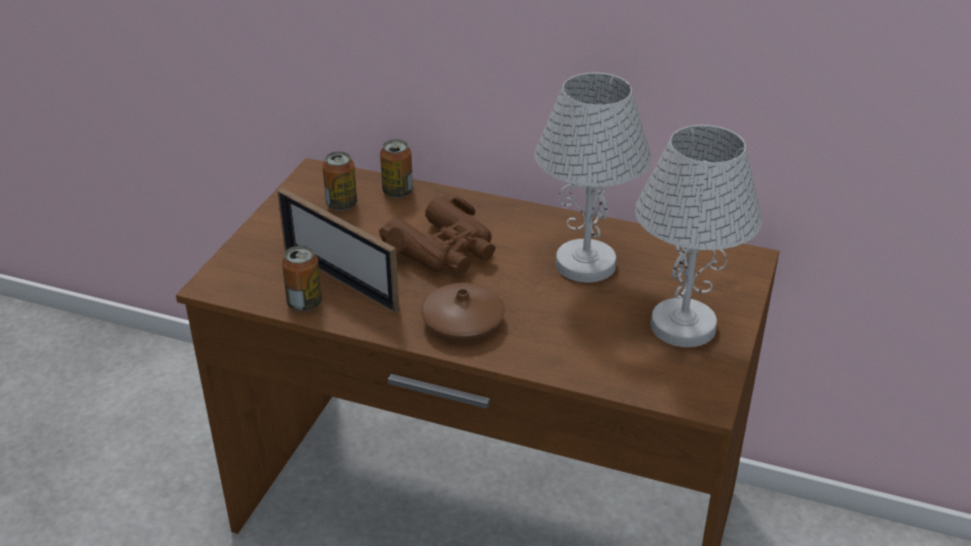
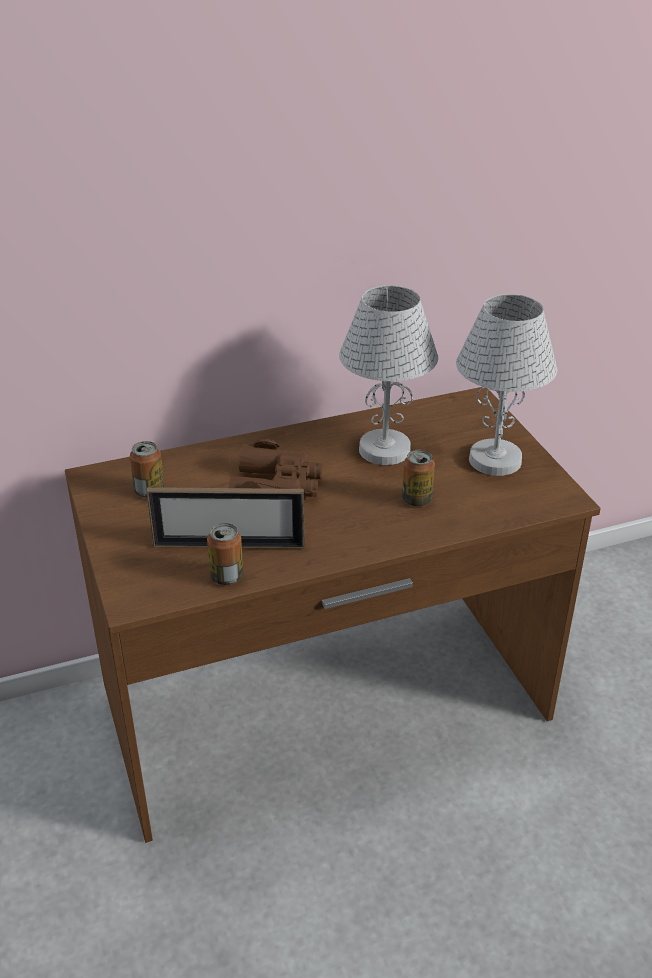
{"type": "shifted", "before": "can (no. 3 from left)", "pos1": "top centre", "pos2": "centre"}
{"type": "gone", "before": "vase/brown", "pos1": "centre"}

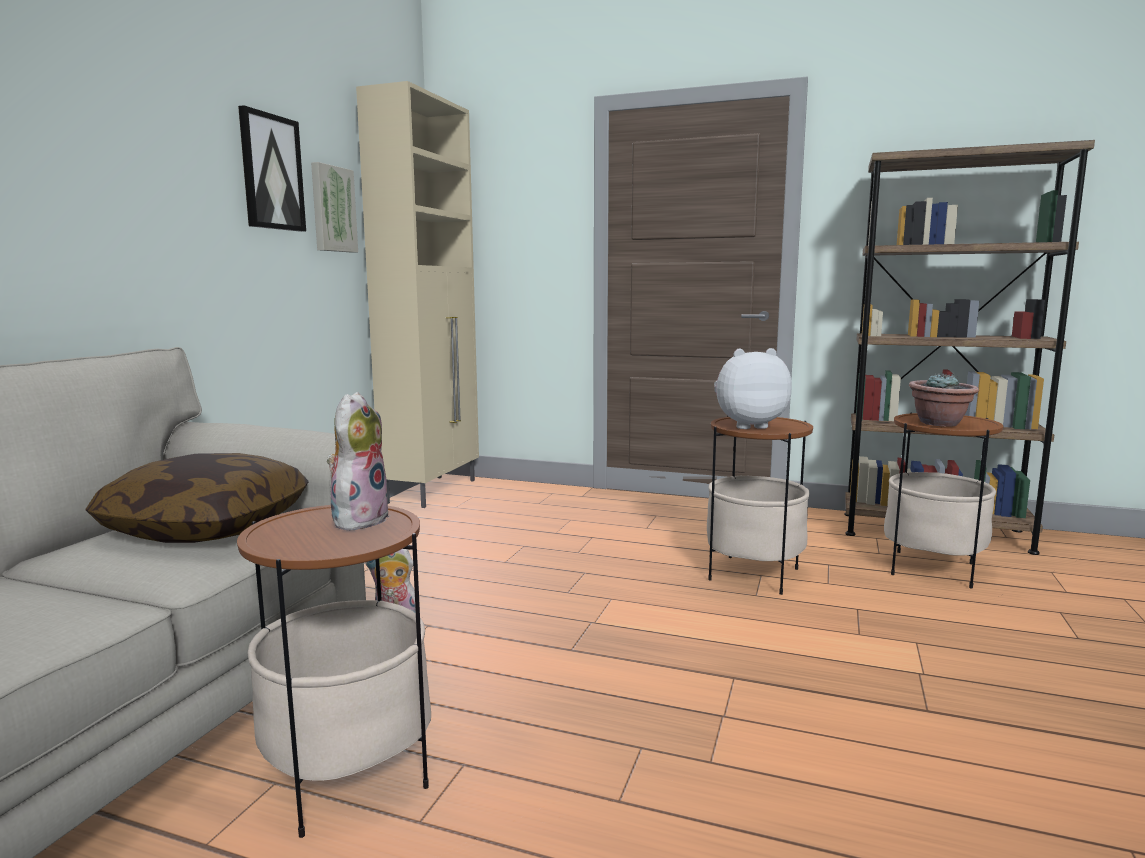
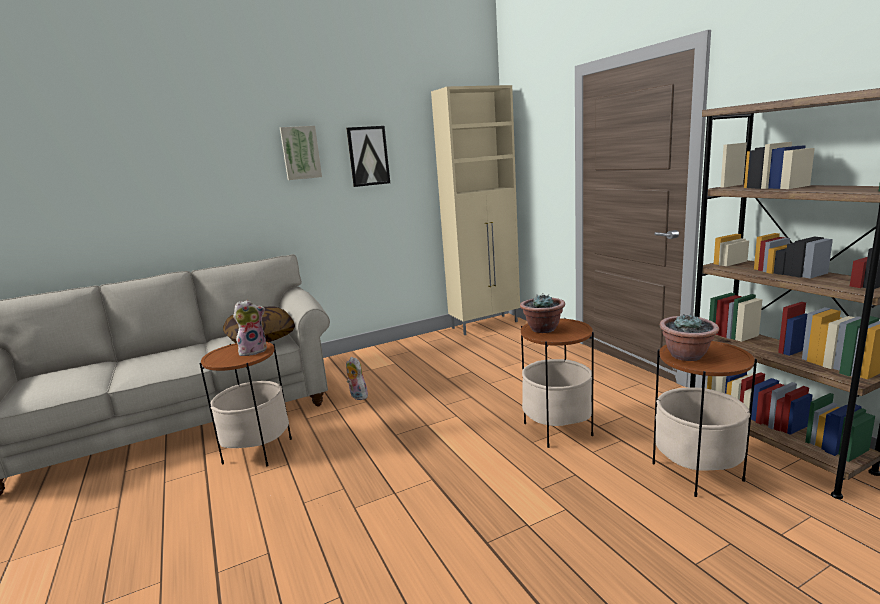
{"type": "shifted", "before": "picture (no. 2 from left in the first image)", "after": "picture (no. 1 from left)", "pos1": "top left", "pos2": "top centre"}
{"type": "swapped", "before": "plush toy (no. 3 from left)", "after": "potted plant (no. 1 from left)", "pos1": "centre", "pos2": "centre"}

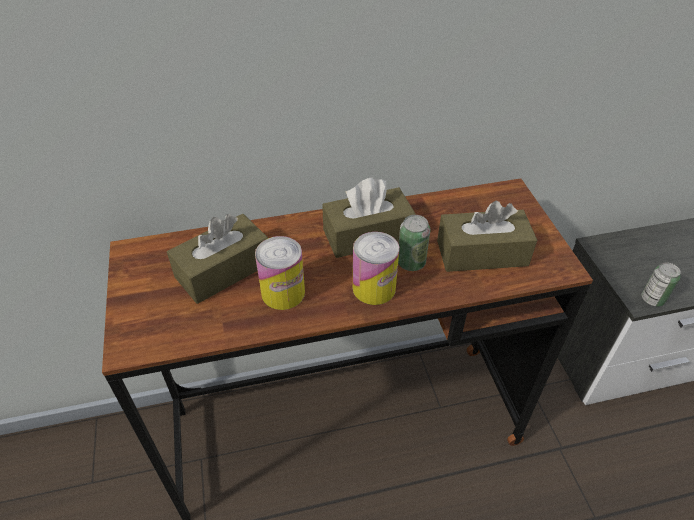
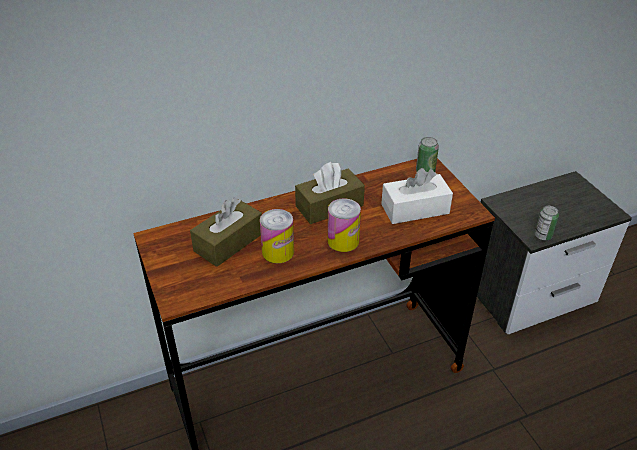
{"type": "repainted", "before": "tissue box/brown (no. 3 from left)", "after": "tissue box/white", "pos1": "middle right", "pos2": "centre"}
{"type": "shifted", "before": "can (no. 3 from left)", "pos1": "centre", "pos2": "middle right"}

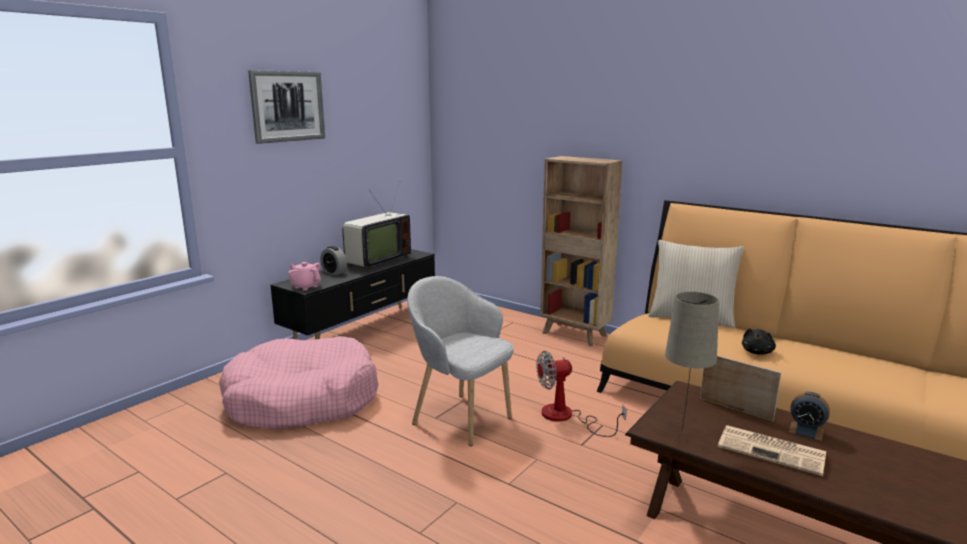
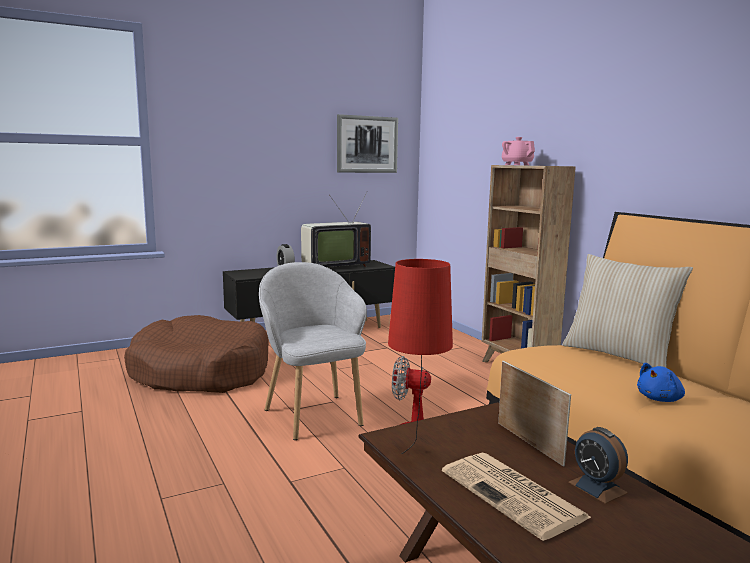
{"type": "shifted", "before": "picture", "pos1": "top left", "pos2": "top centre"}
{"type": "shifted", "before": "teapot/pink", "pos1": "middle left", "pos2": "top right"}
{"type": "repainted", "before": "table lamp/beige", "after": "table lamp/red", "pos1": "bottom right", "pos2": "centre"}
{"type": "repainted", "before": "plush toy/black", "after": "plush toy/blue", "pos1": "middle right", "pos2": "bottom right"}
{"type": "repainted", "before": "dog bed/pink", "after": "dog bed/brown", "pos1": "bottom left", "pos2": "middle left"}

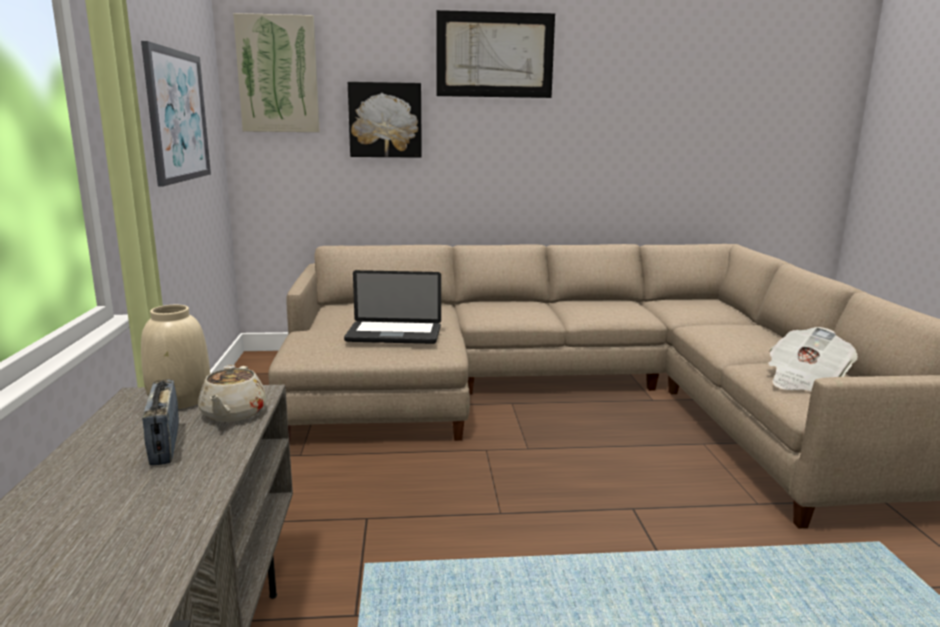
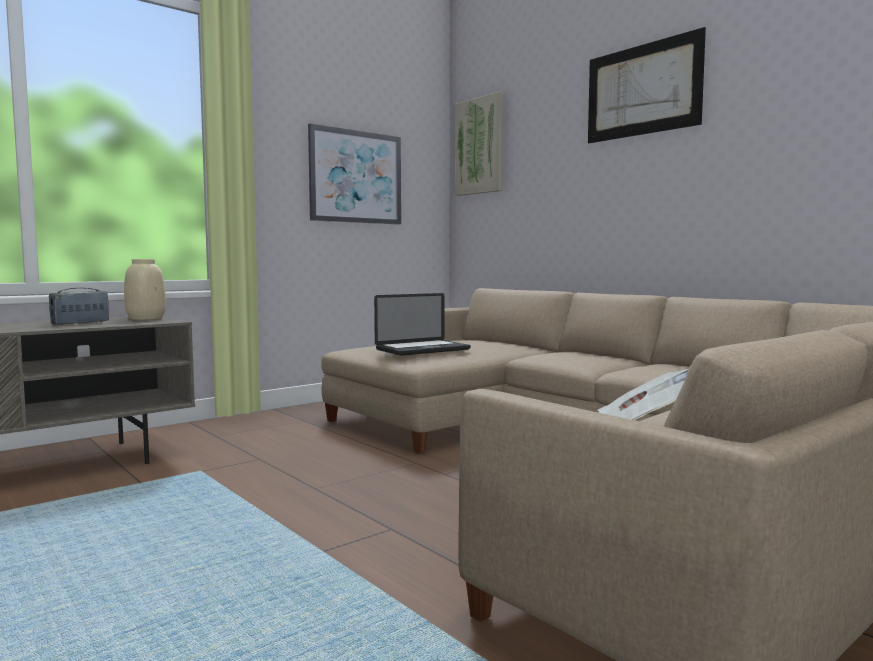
{"type": "gone", "before": "picture (no. 3 from left)", "pos1": "top centre"}
{"type": "rotated", "before": "laptop", "pos1": "centre", "pos2": "centre", "turn": -90}
{"type": "gone", "before": "teapot/beige", "pos1": "middle left"}

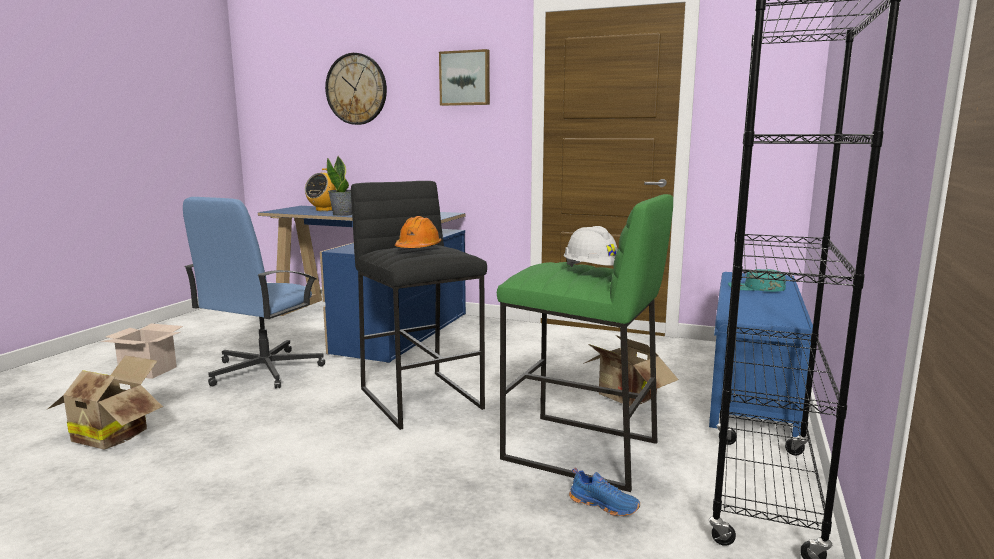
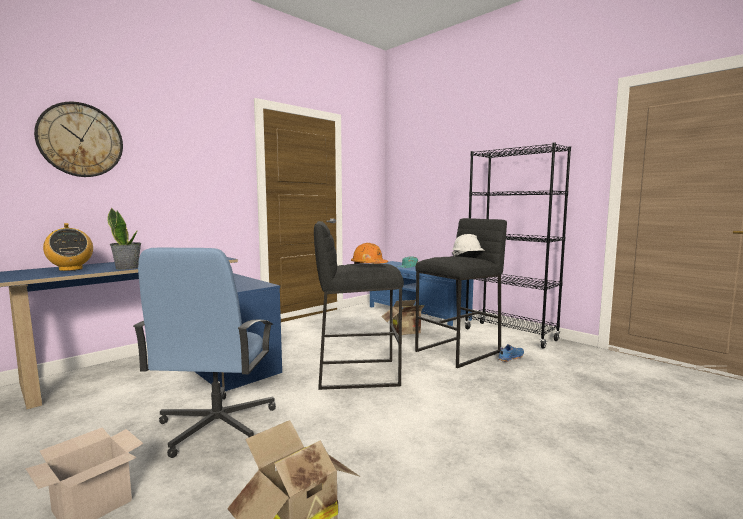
{"type": "gone", "before": "picture", "pos1": "top centre"}
{"type": "repainted", "before": "stool/green", "after": "stool/black (no. 2 from left)", "pos1": "centre", "pos2": "centre"}
{"type": "rotated", "before": "office chair/blue", "pos1": "middle left", "pos2": "bottom left", "turn": 45}

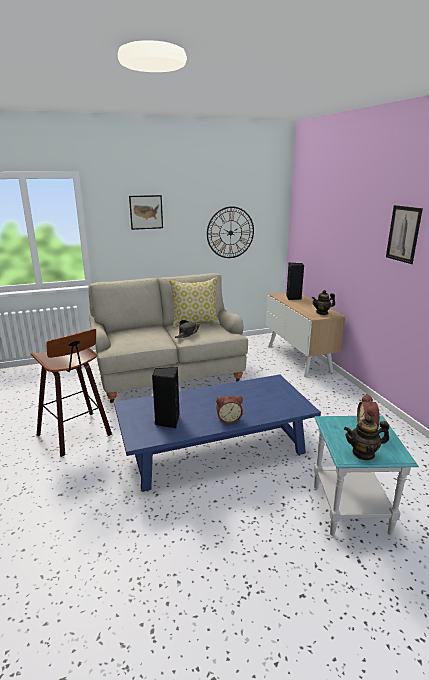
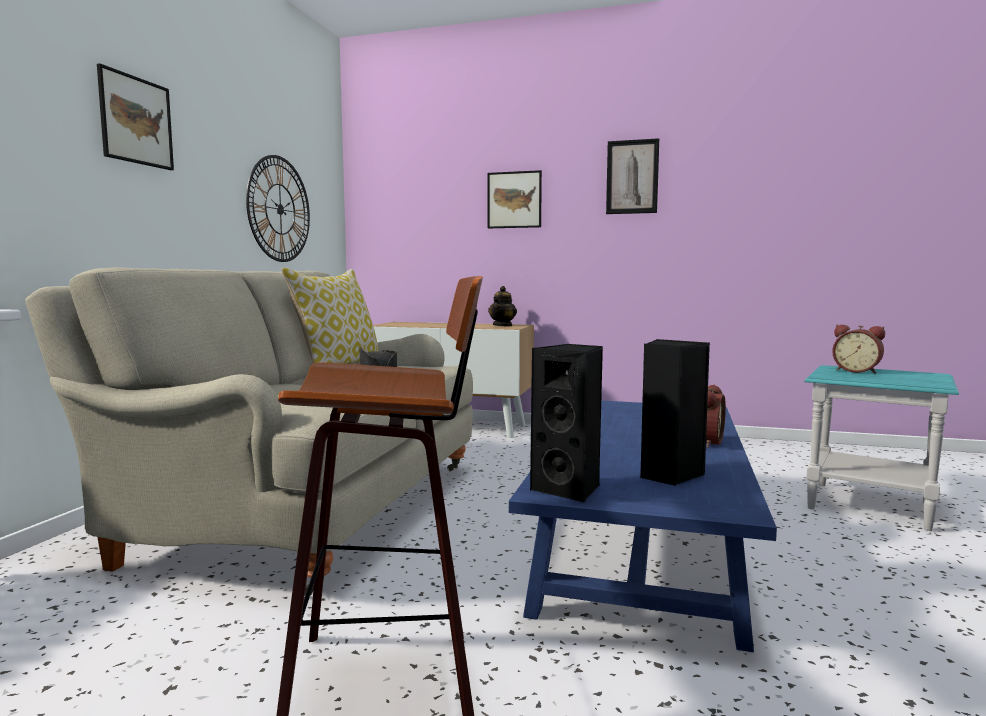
{"type": "shifted", "before": "speaker/black (no. 2 from left in the first image)", "after": "speaker/black (no. 1 from left)", "pos1": "middle right", "pos2": "centre"}
{"type": "gone", "before": "teapot (no. 2 from left)", "pos1": "middle right"}
{"type": "new", "after": "picture (no. 2 from left)", "pos2": "top centre"}

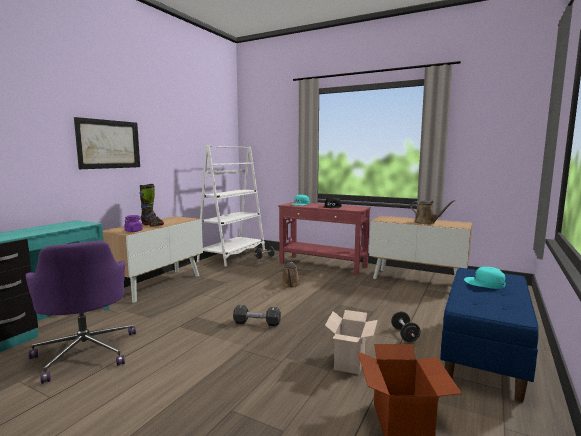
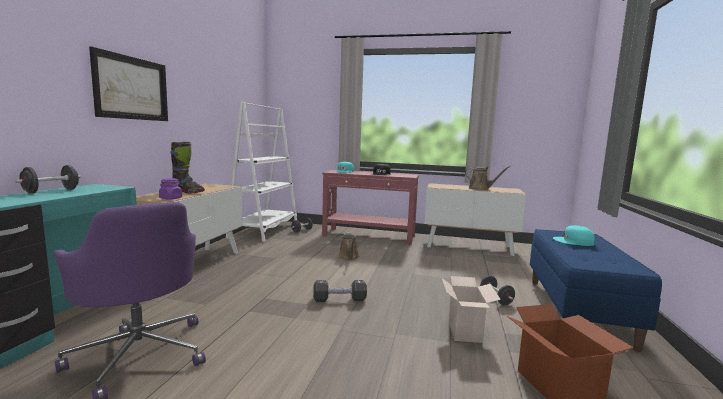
{"type": "new", "after": "dumbbell/black (no. 1 from left)", "pos2": "middle left"}

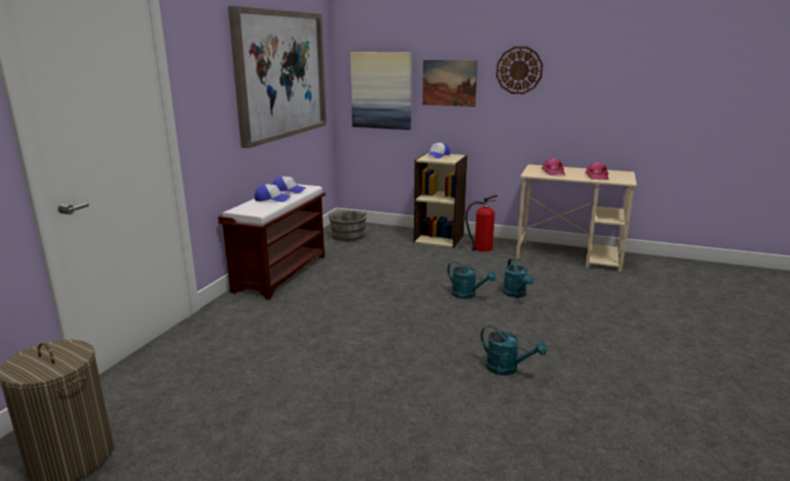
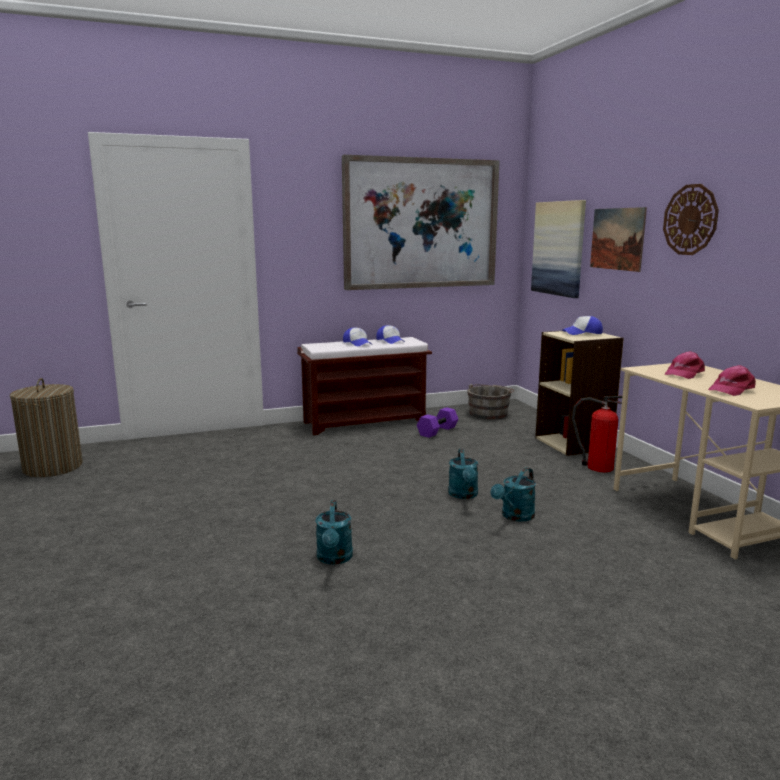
{"type": "new", "after": "dumbbell/purple", "pos2": "centre"}

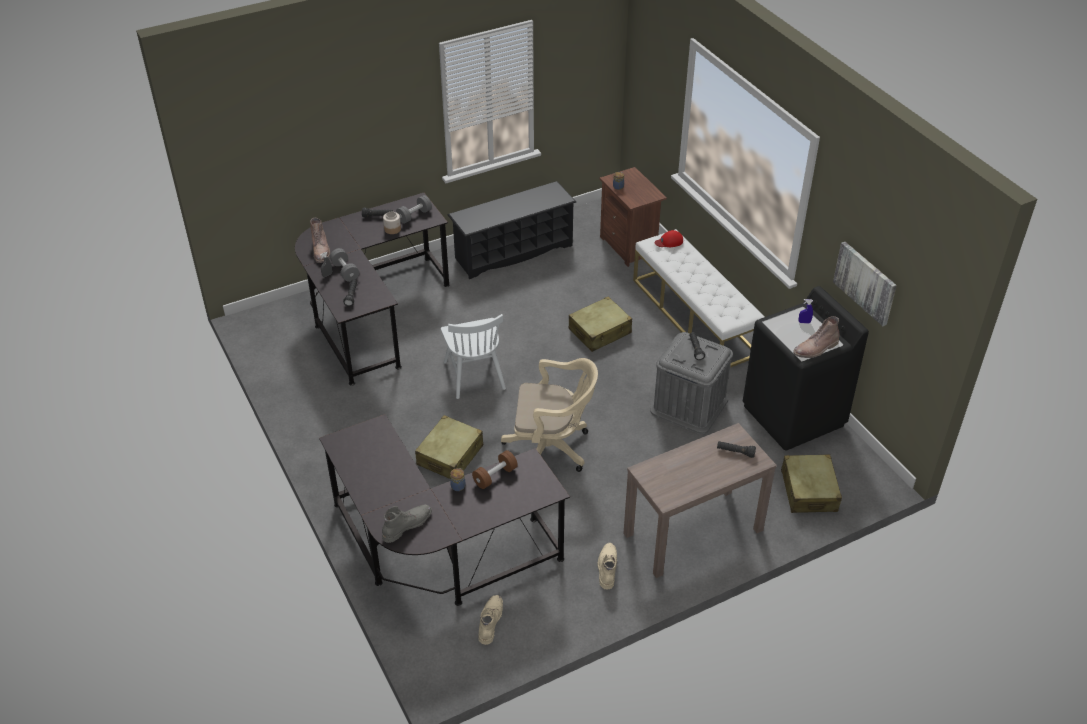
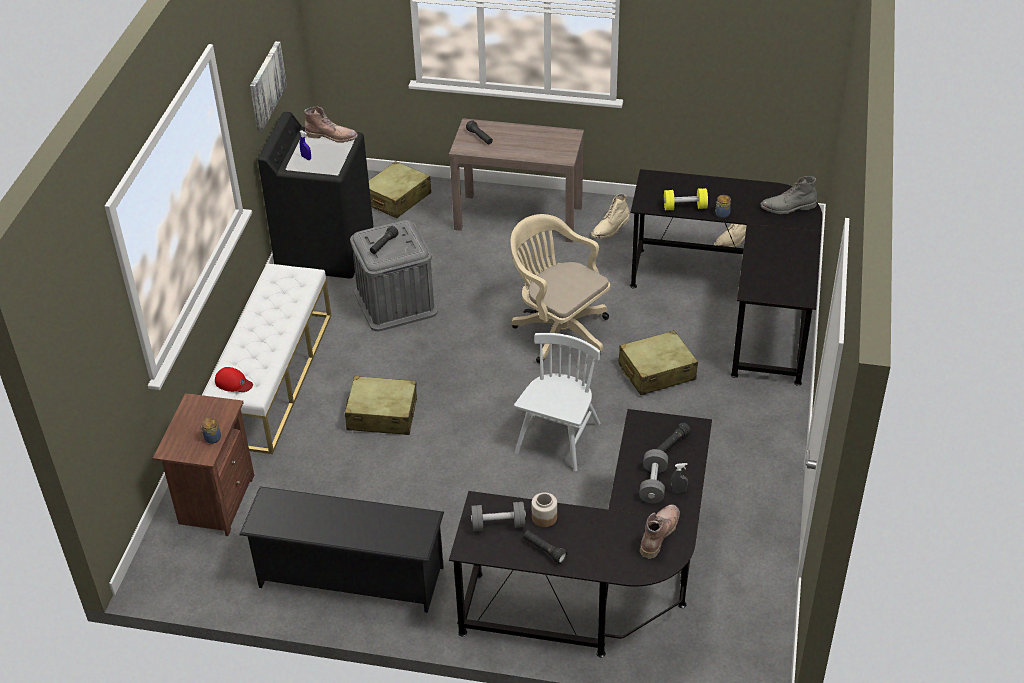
{"type": "repainted", "before": "dumbbell/brown", "after": "dumbbell/yellow", "pos1": "centre", "pos2": "top right"}

